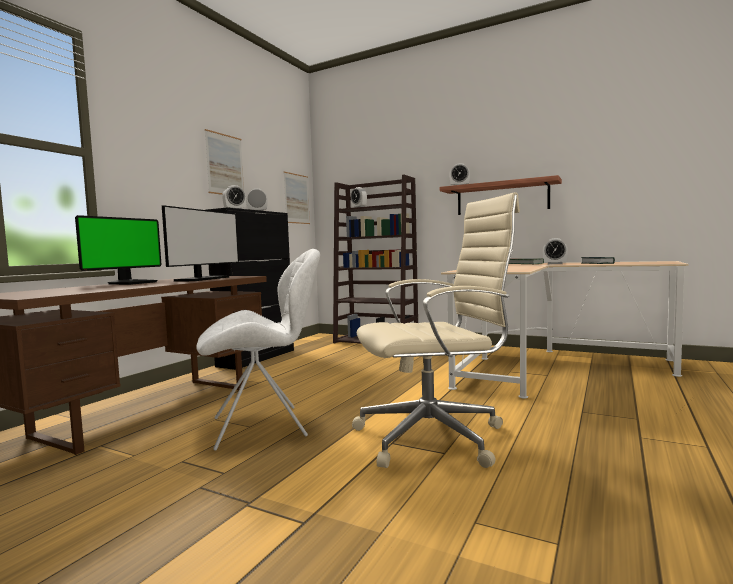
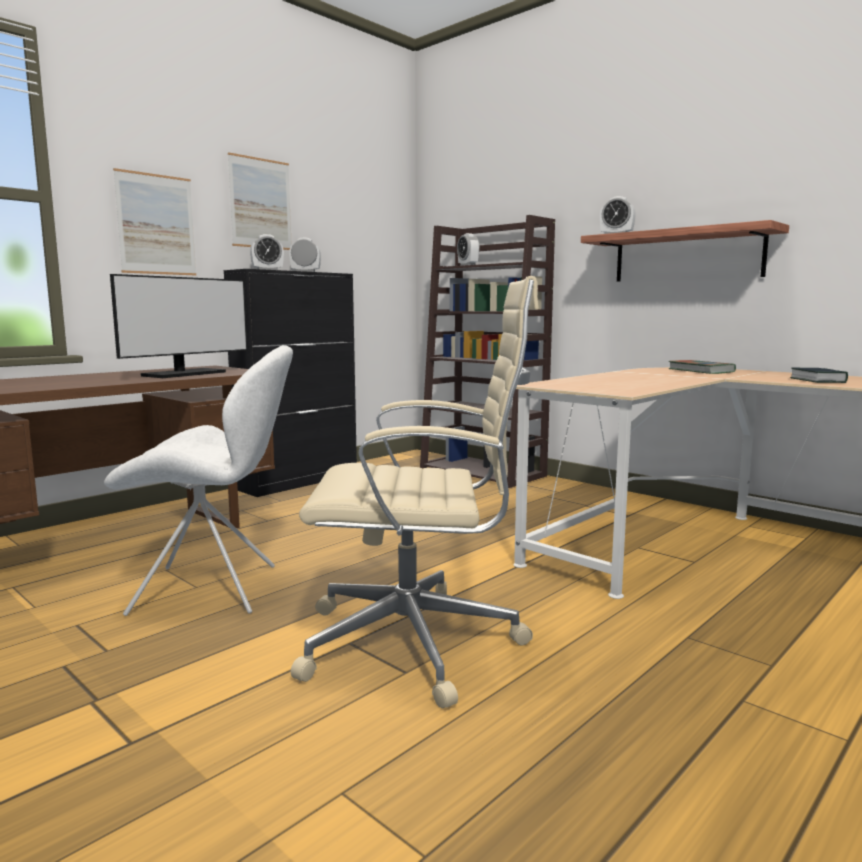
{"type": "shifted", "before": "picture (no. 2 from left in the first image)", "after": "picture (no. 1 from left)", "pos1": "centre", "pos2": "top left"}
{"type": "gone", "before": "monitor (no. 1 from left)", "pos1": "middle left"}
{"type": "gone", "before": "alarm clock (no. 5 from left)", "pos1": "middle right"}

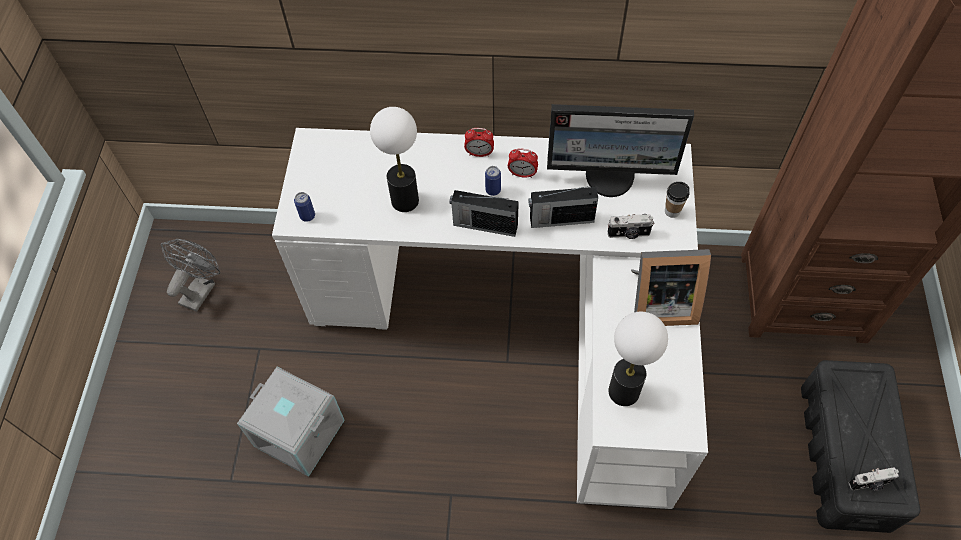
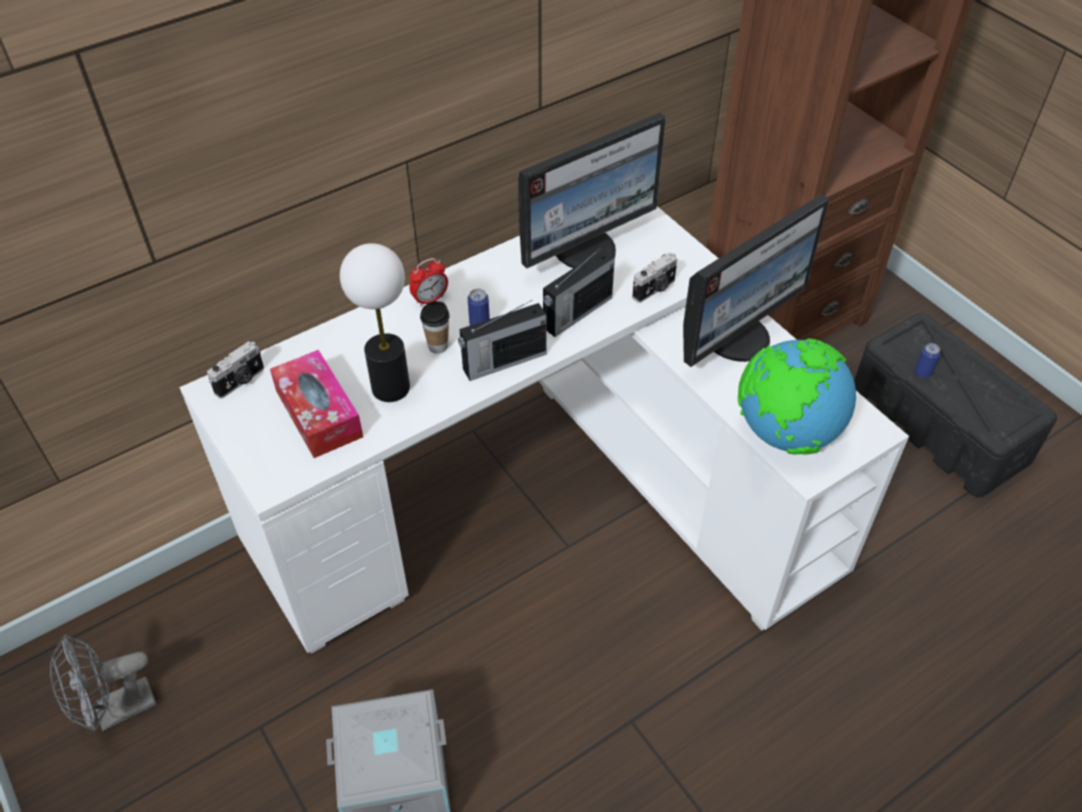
{"type": "gone", "before": "alarm clock (no. 2 from left)", "pos1": "top centre"}
{"type": "shifted", "before": "cup", "pos1": "middle right", "pos2": "centre"}
{"type": "shifted", "before": "can (no. 1 from left in the first image)", "after": "can (no. 2 from left)", "pos1": "middle left", "pos2": "middle right"}
{"type": "rotated", "before": "fan/grey", "pos1": "middle left", "pos2": "bottom left", "turn": -105}
{"type": "swapped", "before": "picture frame", "after": "monitor (no. 2 from left)", "pos1": "middle right", "pos2": "middle right"}
{"type": "swapped", "before": "table lamp (no. 2 from left)", "after": "globe", "pos1": "centre", "pos2": "middle right"}
{"type": "shifted", "before": "photo camera (no. 2 from left in the first image)", "after": "photo camera (no. 1 from left)", "pos1": "bottom right", "pos2": "middle left"}
{"type": "new", "after": "tissue box", "pos2": "middle left"}

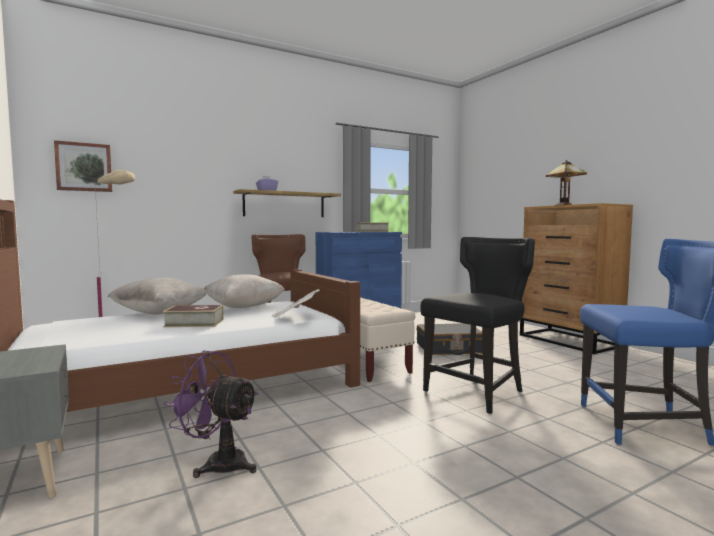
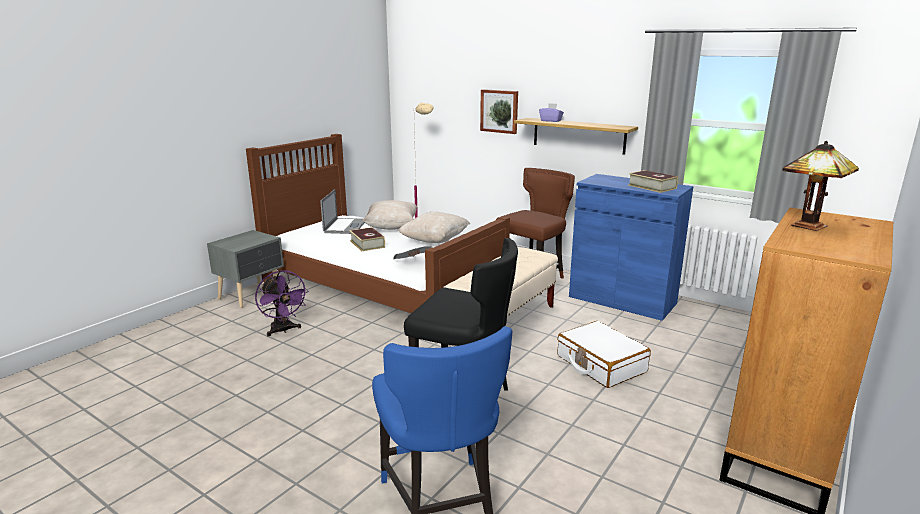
{"type": "shifted", "before": "picture", "pos1": "top left", "pos2": "top centre"}
{"type": "repainted", "before": "suitcase/black", "after": "suitcase/white", "pos1": "centre", "pos2": "bottom centre"}
{"type": "rotated", "before": "fan/purple", "pos1": "bottom left", "pos2": "middle left", "turn": 150}
{"type": "new", "after": "laptop", "pos2": "centre"}

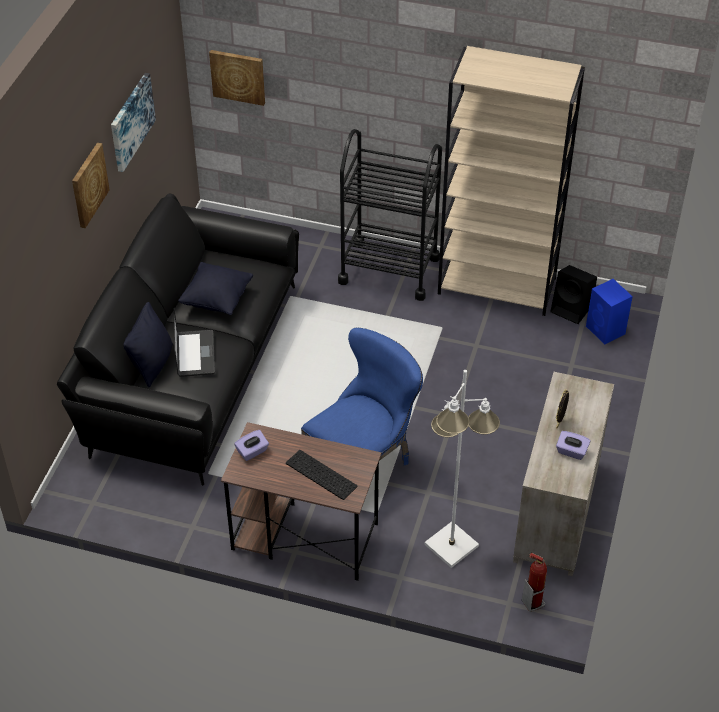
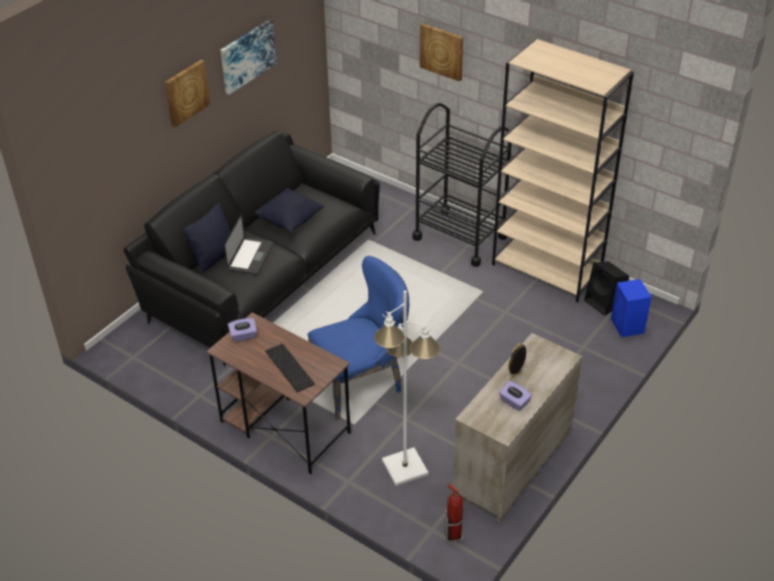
{"type": "shifted", "before": "picture (no. 3 from left)", "pos1": "top left", "pos2": "top centre"}

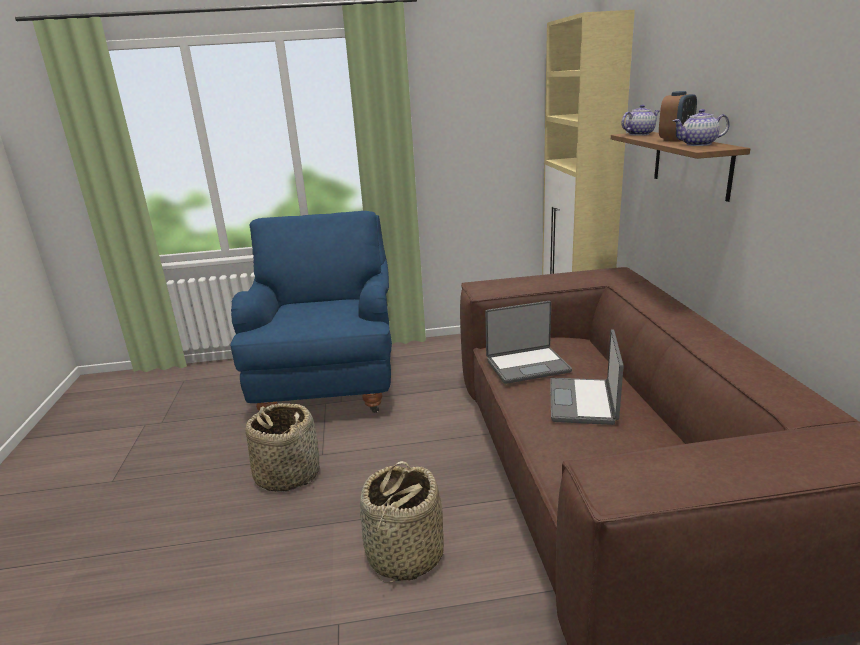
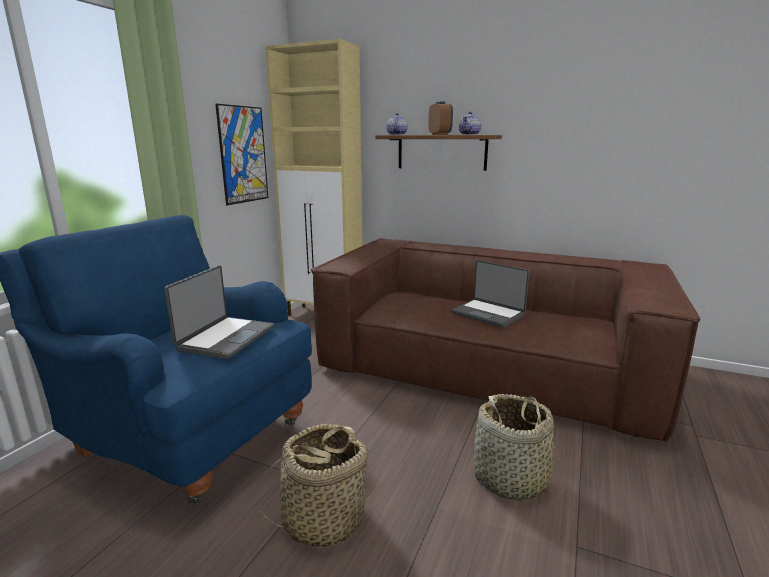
{"type": "shifted", "before": "laptop (no. 1 from left)", "pos1": "centre", "pos2": "middle left"}
{"type": "new", "after": "picture", "pos2": "top left"}

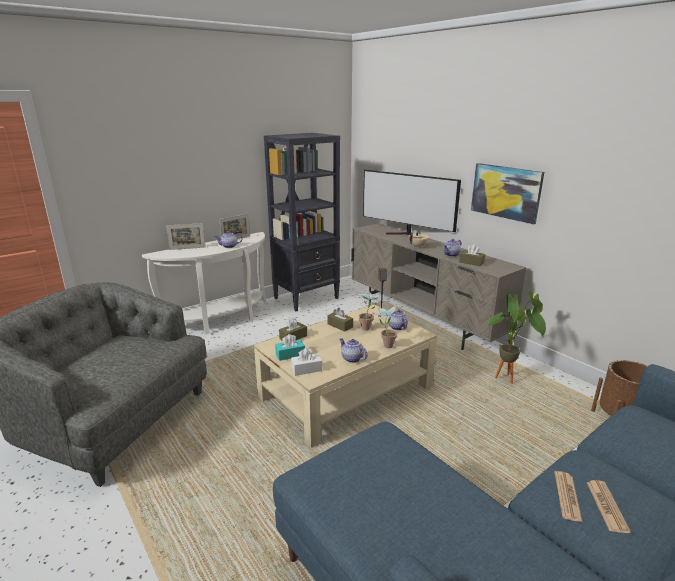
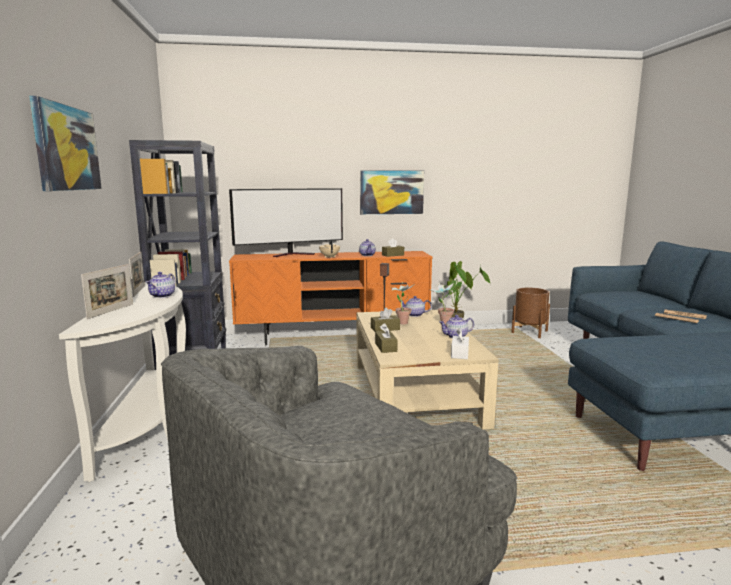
{"type": "repainted", "before": "tv stand/beige", "after": "tv stand/orange", "pos1": "centre", "pos2": "centre"}
{"type": "gone", "before": "tissue box/turquoise", "pos1": "centre"}
{"type": "new", "after": "picture (no. 1 from left)", "pos2": "top left"}

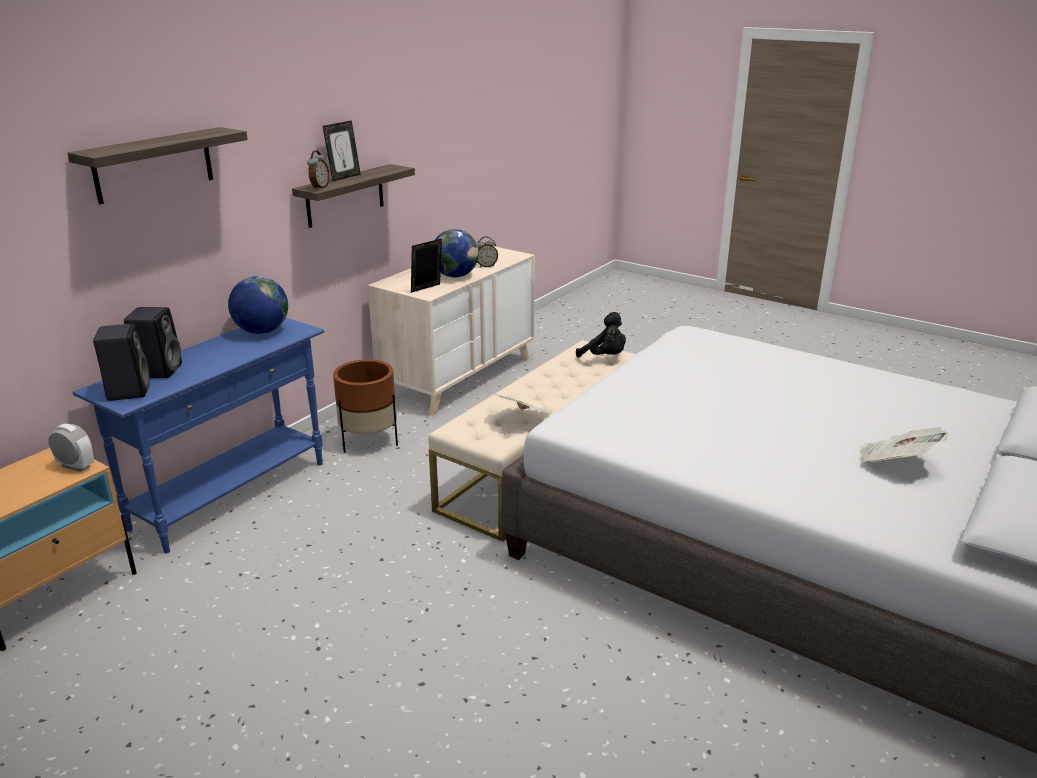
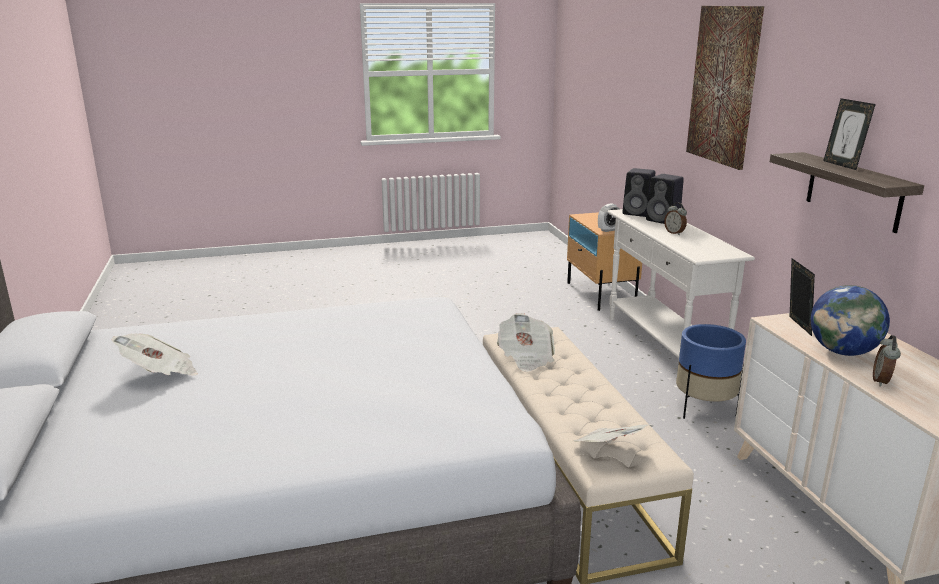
{"type": "swapped", "before": "shelf (no. 1 from left)", "after": "picture", "pos1": "top left", "pos2": "top right"}
{"type": "shifted", "before": "alarm clock (no. 2 from left)", "pos1": "top left", "pos2": "middle right"}
{"type": "gone", "before": "globe (no. 1 from left)", "pos1": "middle left"}
{"type": "swapped", "before": "plush toy/black", "after": "newspaper (no. 3 from left)", "pos1": "centre", "pos2": "bottom centre"}
{"type": "repainted", "before": "console table/blue", "after": "console table/white", "pos1": "middle left", "pos2": "middle right"}
{"type": "repainted", "before": "planter/brown", "after": "planter/blue", "pos1": "centre", "pos2": "middle right"}

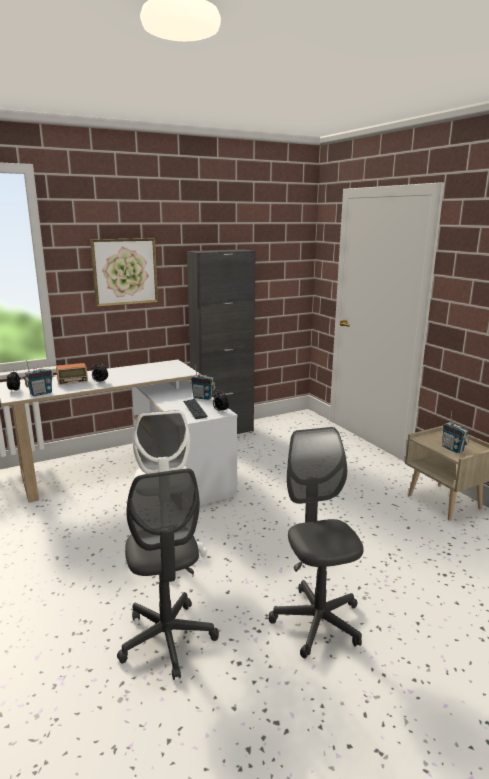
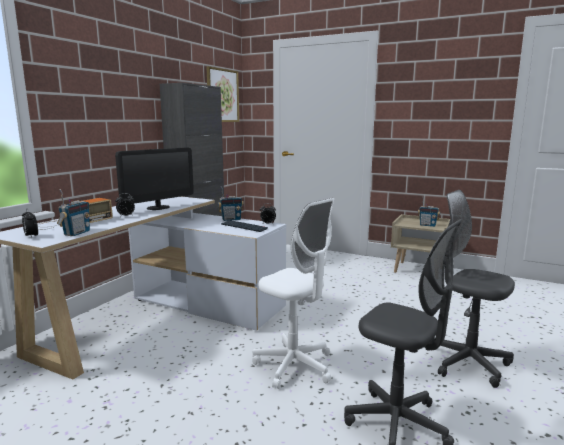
{"type": "shifted", "before": "picture", "pos1": "middle left", "pos2": "top centre"}
{"type": "new", "after": "monitor", "pos2": "middle left"}

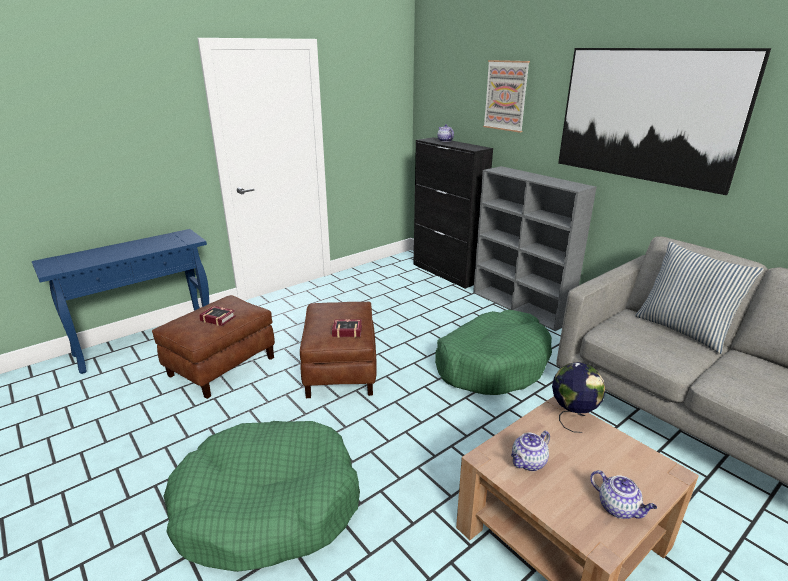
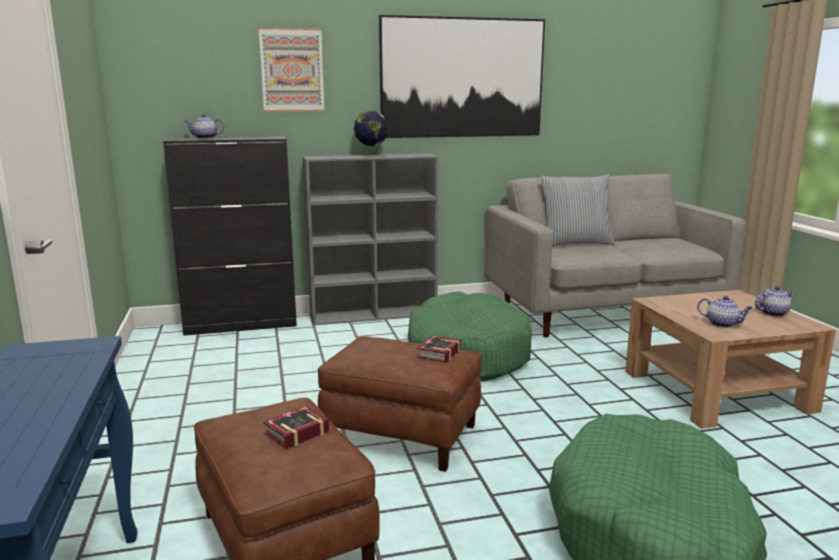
{"type": "shifted", "before": "globe", "pos1": "bottom right", "pos2": "top centre"}
{"type": "rotated", "before": "teapot (no. 2 from left)", "pos1": "bottom right", "pos2": "middle right", "turn": -45}

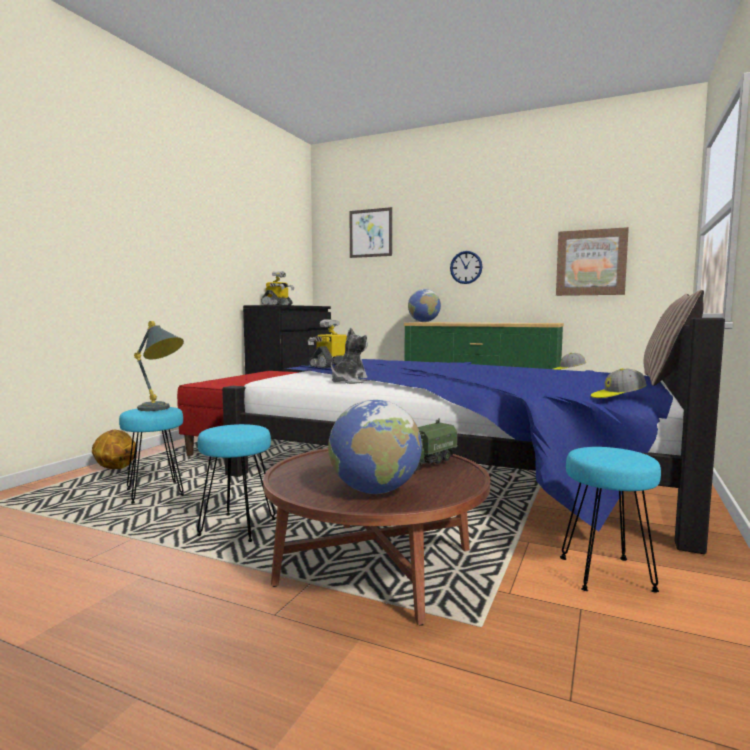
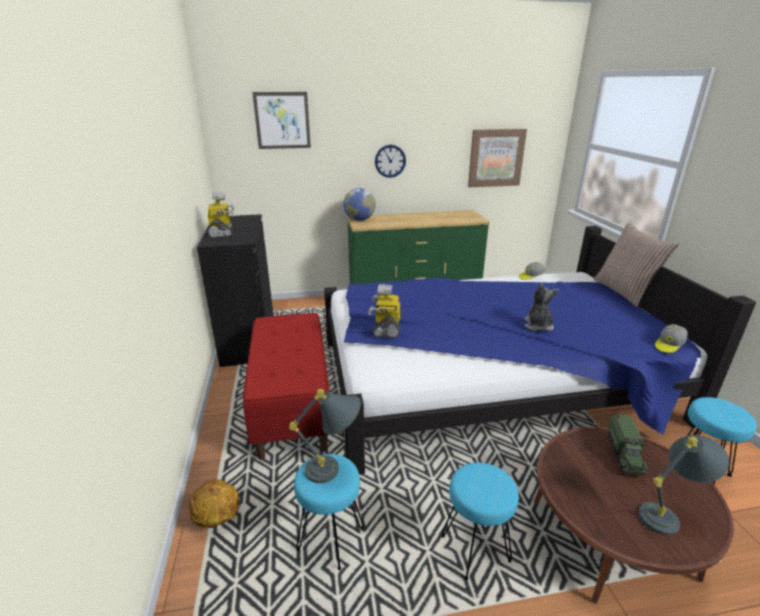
{"type": "shifted", "before": "plush toy", "pos1": "centre", "pos2": "middle right"}
{"type": "swapped", "before": "globe (no. 1 from left)", "after": "table lamp/grey (no. 2 from left)", "pos1": "centre", "pos2": "bottom right"}

